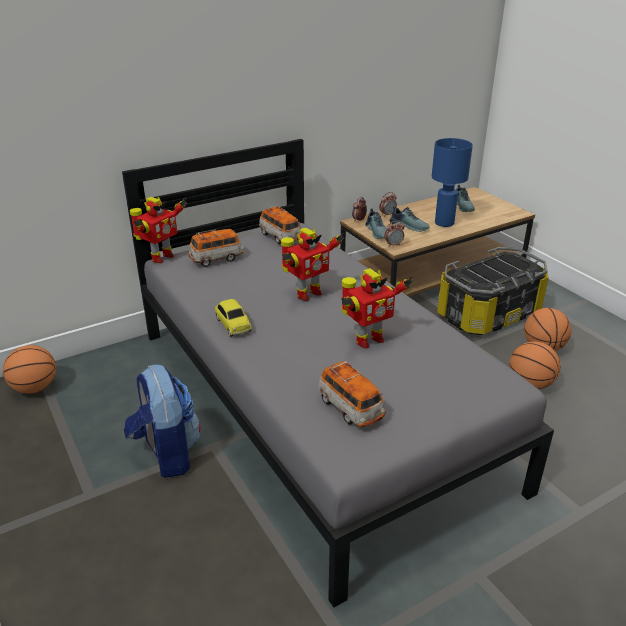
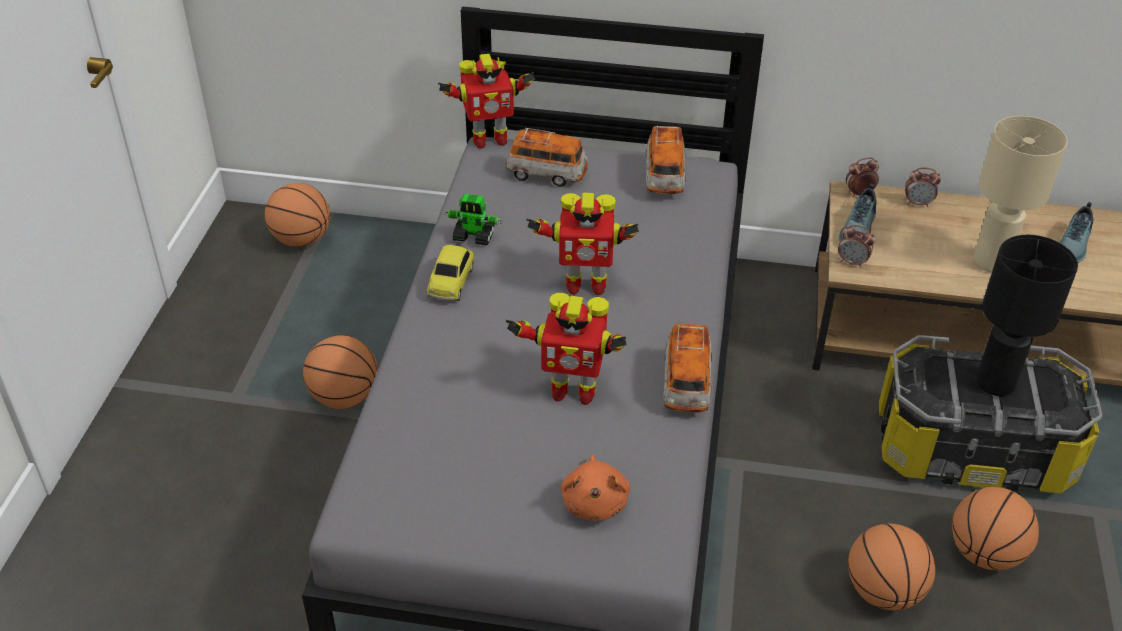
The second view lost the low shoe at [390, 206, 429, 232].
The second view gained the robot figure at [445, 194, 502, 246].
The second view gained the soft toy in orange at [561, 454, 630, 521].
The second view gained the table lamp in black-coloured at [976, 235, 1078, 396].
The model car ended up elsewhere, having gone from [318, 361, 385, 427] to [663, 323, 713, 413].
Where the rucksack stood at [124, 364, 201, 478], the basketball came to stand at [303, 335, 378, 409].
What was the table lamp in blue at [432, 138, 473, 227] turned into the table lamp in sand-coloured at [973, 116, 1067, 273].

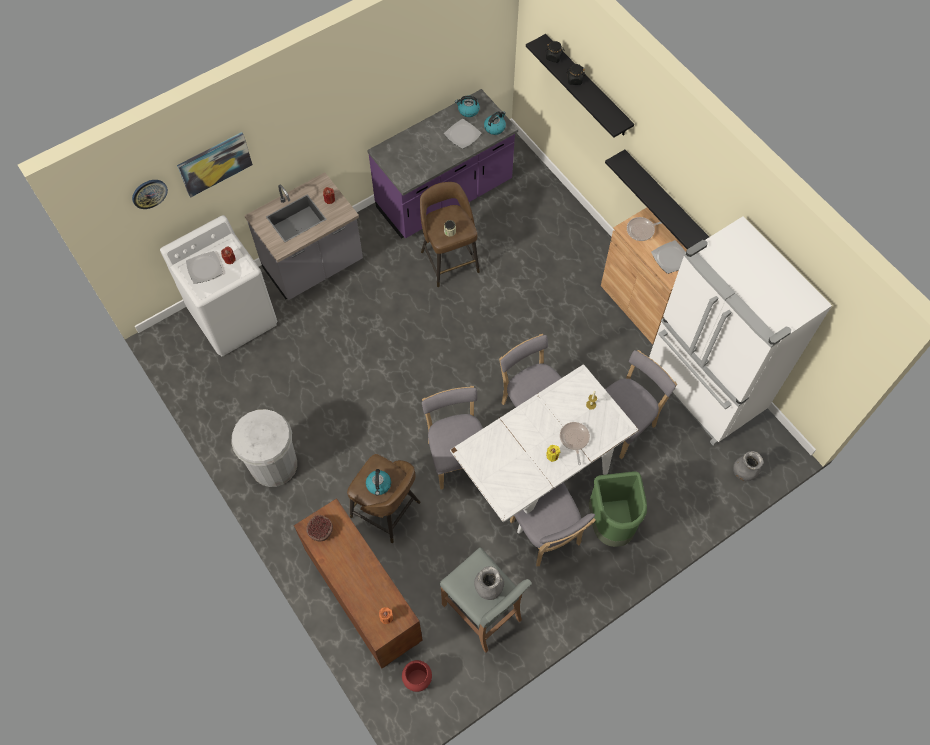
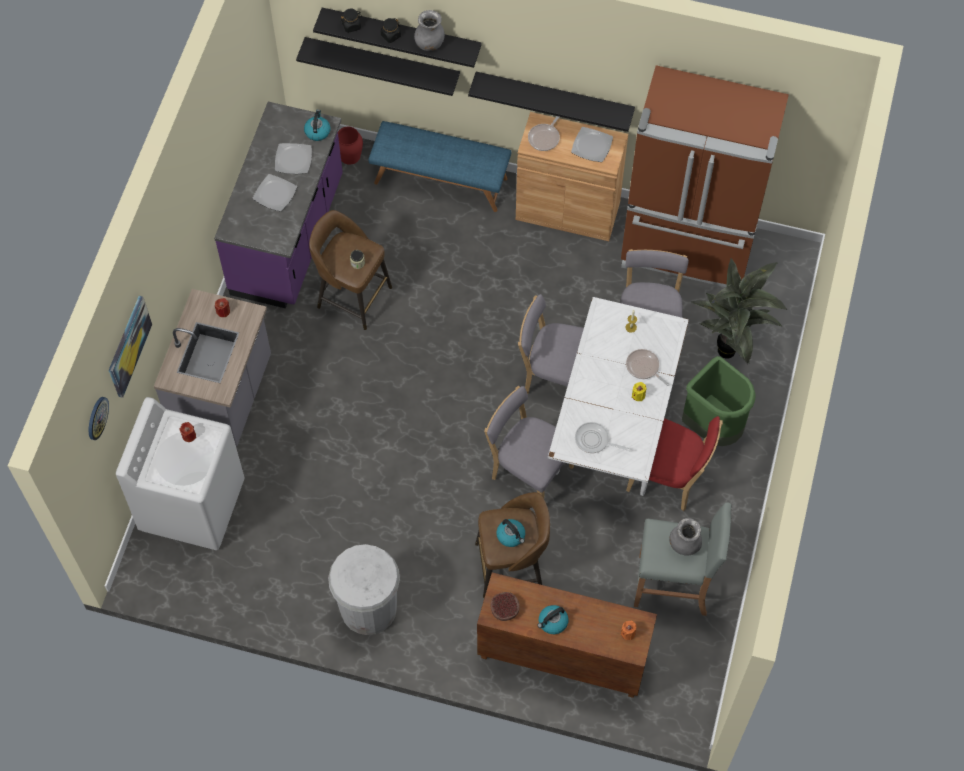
The second view gained the shelf in black-coloured at [296, 37, 460, 96].
The second view gained the bench in blue at [368, 121, 512, 212].
The second view gained the skillet at [575, 422, 632, 453].
The second view gained the houseplant at [690, 258, 787, 364].
The flat dish ended up elsewhere, having gone from [186, 251, 223, 284] to [252, 174, 297, 212].
The flower vase in red-coloured ended up elsewhere, having gone from [402, 660, 432, 692] to [338, 127, 363, 165].
The water kettle ended up elsewhere, having gone from [455, 96, 480, 117] to [537, 605, 569, 634].
The flower vase in grey ended up elsewhere, having gone from [733, 451, 764, 481] to [414, 10, 445, 51].
What was the plain chair in grey at [510, 482, 596, 567] turned into the plain chair in red-coloured at [626, 416, 723, 511].
What was the fridge in whitish at [649, 216, 832, 446] turned into the fridge in brown-coloured at [621, 65, 789, 287].

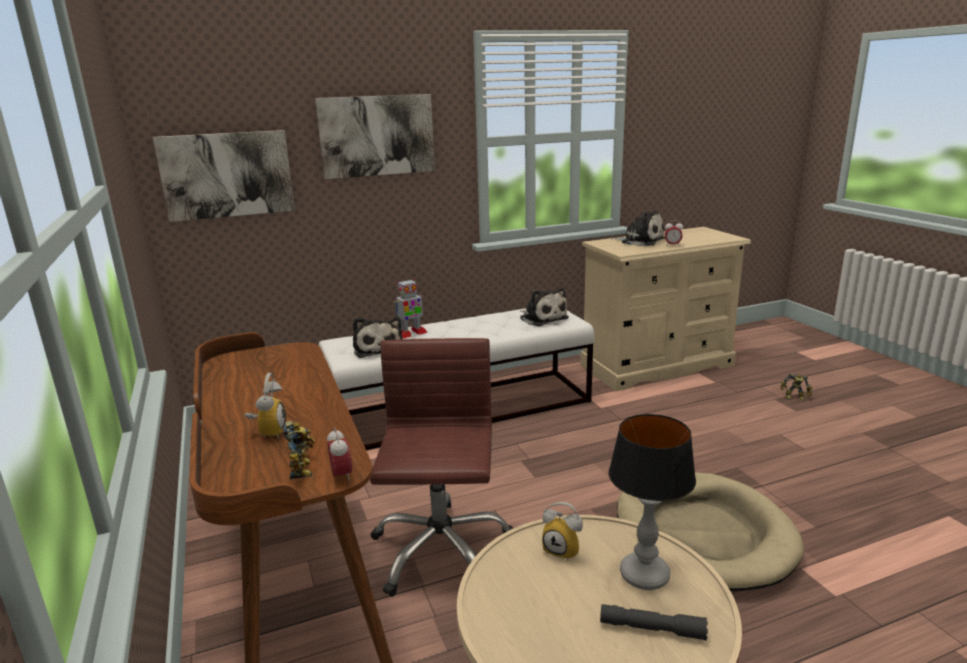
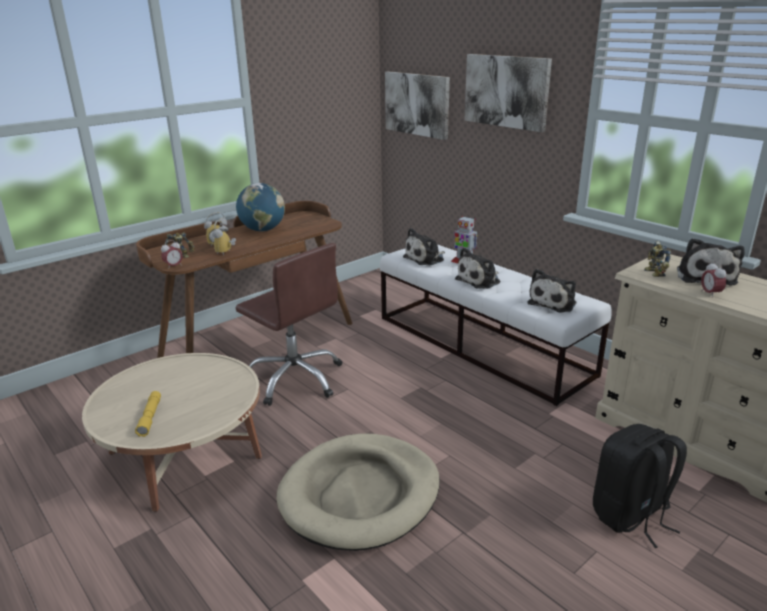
The second view lost the table lamp at [609, 414, 696, 590].
The second view gained the globe at [236, 183, 285, 231].
The second view gained the soft toy at [455, 247, 500, 289].
The second view gained the rucksack in black-coloured at [593, 424, 687, 548].
The table clock ended up elsewhere, having gone from [542, 502, 583, 561] to [212, 220, 236, 255].
The robot figure ended up elsewhere, having gone from [780, 373, 812, 400] to [644, 241, 671, 277].
What was the flashlight in grey at [600, 604, 708, 641] turned into the flashlight in yellow-coloured at [135, 391, 161, 437].
The desk chair in brown-coloured at [370, 338, 513, 597] ended up facing another way, 60 degrees clockwise from before.

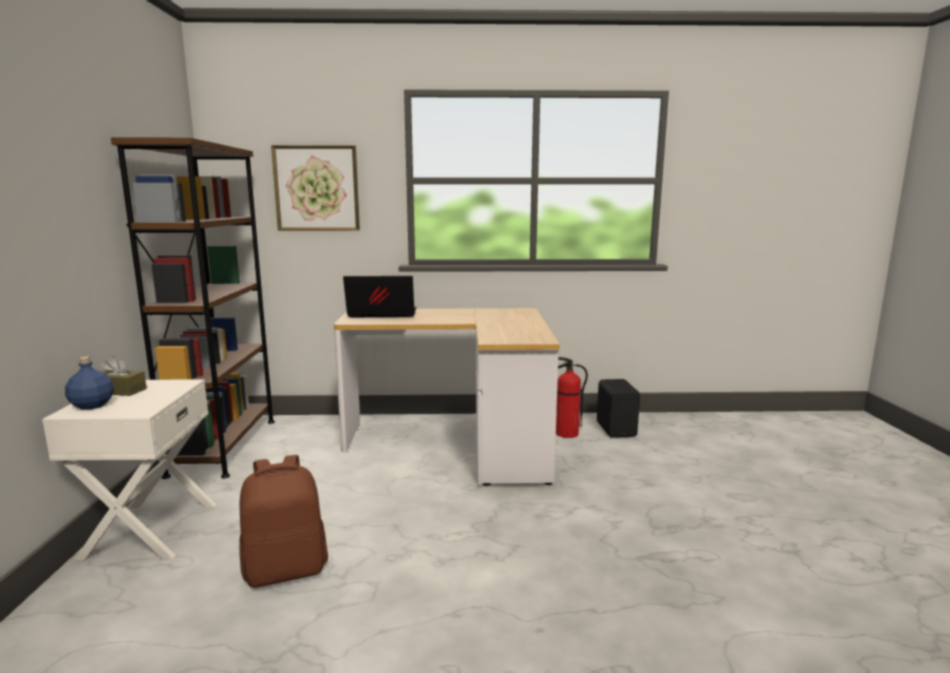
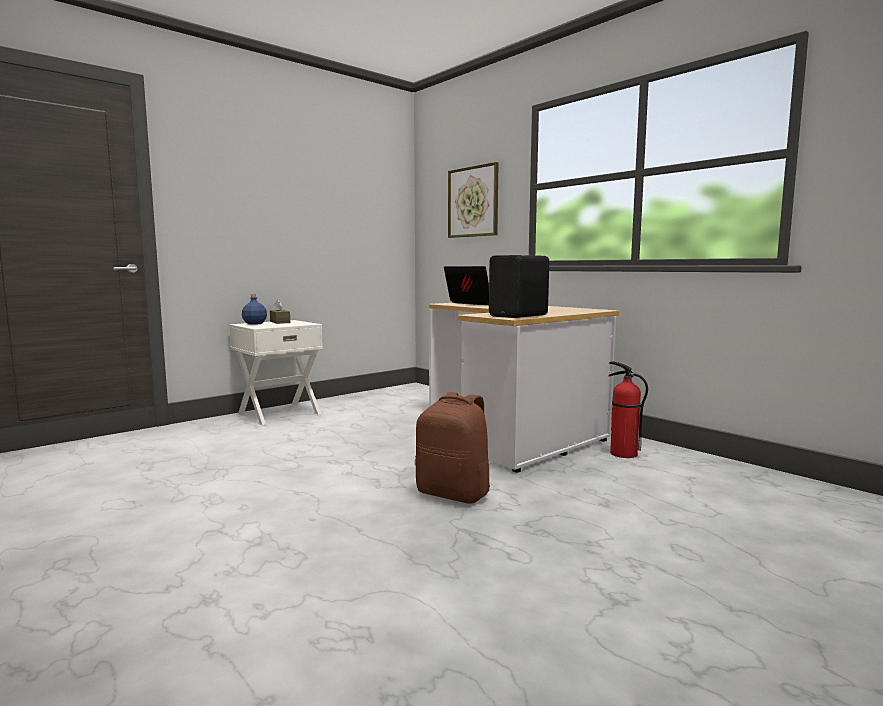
The second view lost the shelving unit in brown-coloured at [111, 137, 275, 479].
The rucksack in brown-coloured ended up elsewhere, having gone from [239, 455, 328, 588] to [415, 392, 490, 504].
The loudspeaker in black-coloured ended up elsewhere, having gone from [597, 379, 640, 438] to [489, 255, 549, 318].

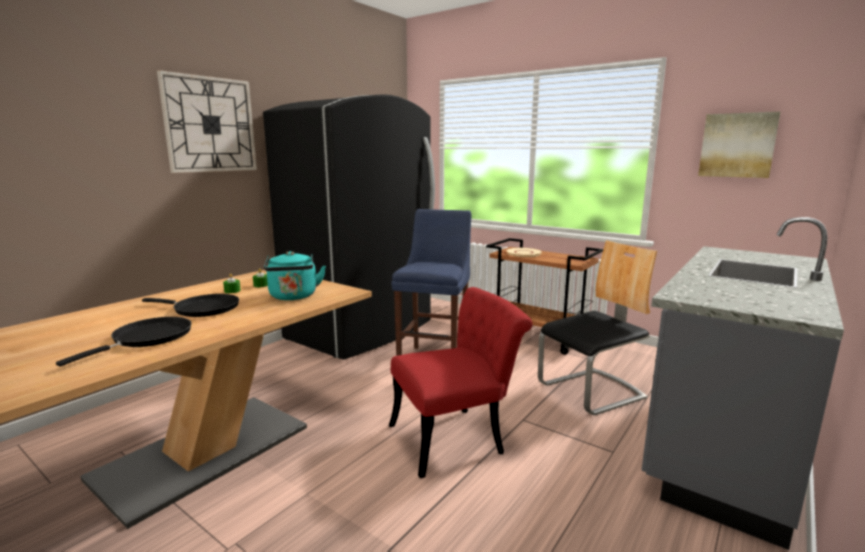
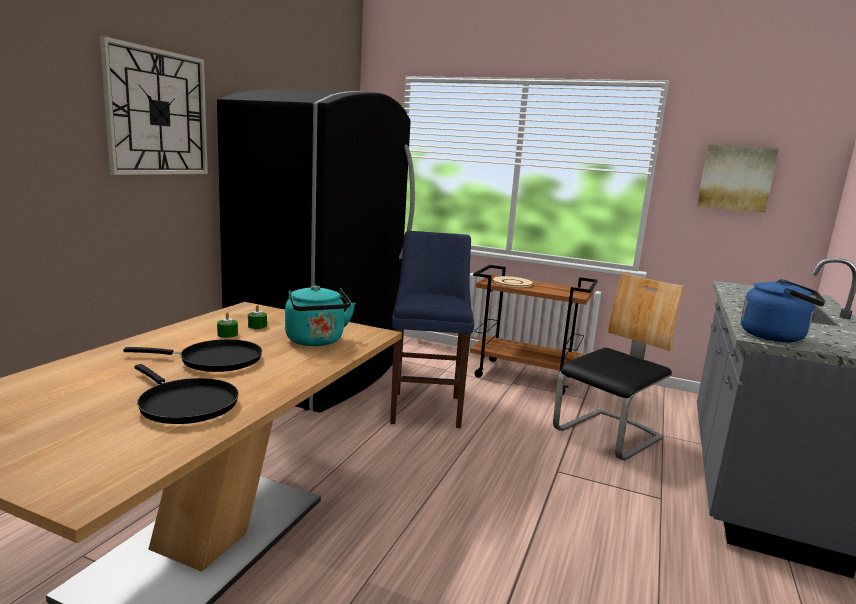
The second view lost the plain chair in red-coloured at [389, 287, 533, 478].
The second view gained the water kettle in blue at [741, 279, 826, 342].
The skillet in black-coloured at [56, 317, 192, 366] ended up facing another way, 120 degrees clockwise from before.

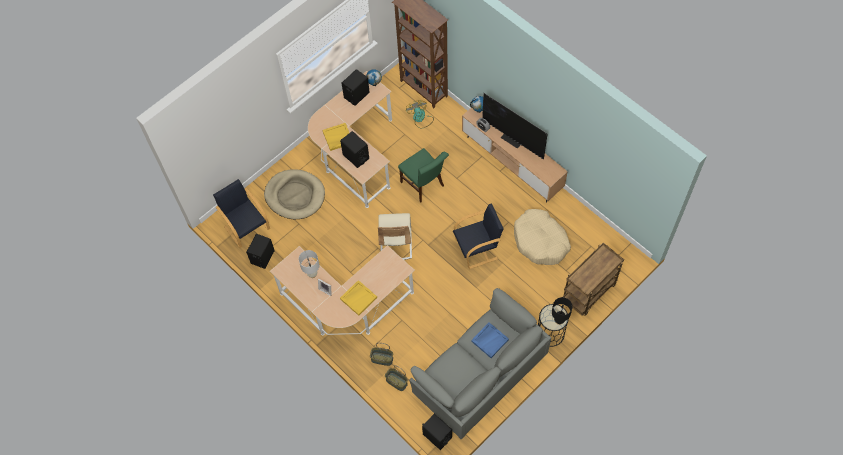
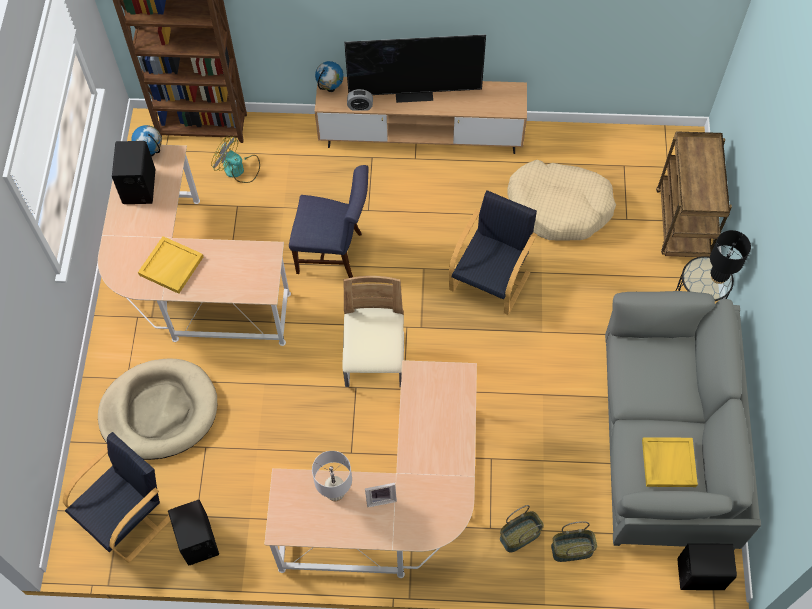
The second view lost the loudspeaker in black-coloured at [340, 131, 369, 168].
The second view lost the tray in blue at [471, 322, 509, 358].
The tray in yellow-coloured ended up elsewhere, having gone from [340, 280, 377, 316] to [642, 437, 698, 487].
What was the plain chair in green-coloured at [398, 148, 449, 203] turned into the plain chair in blue at [289, 165, 368, 278].
The lounge chair in black-coloured at [213, 179, 270, 248] ended up facing another way, 120 degrees clockwise from before.
The plain chair in sand-coloured at [378, 213, 412, 260] ended up facing another way, 135 degrees counterclockwise from before.

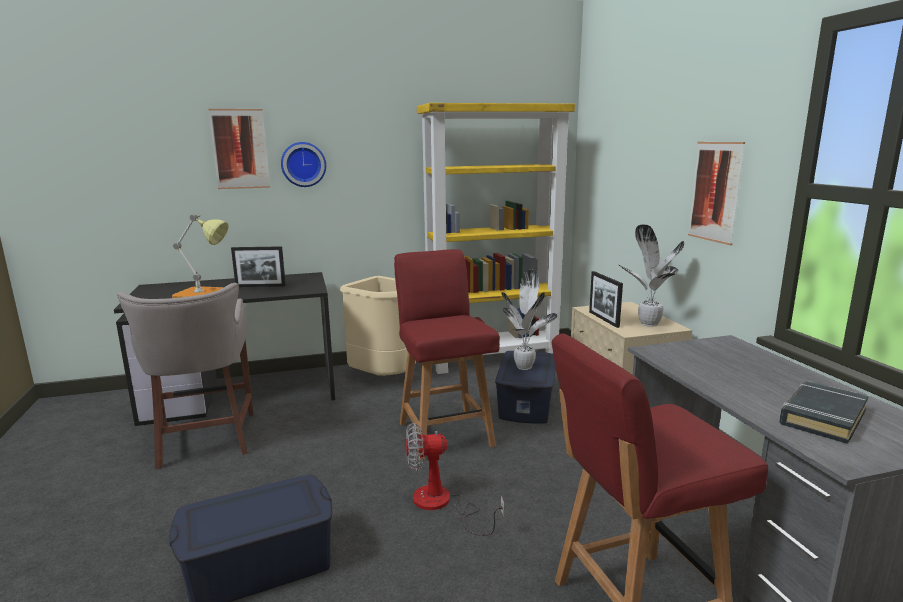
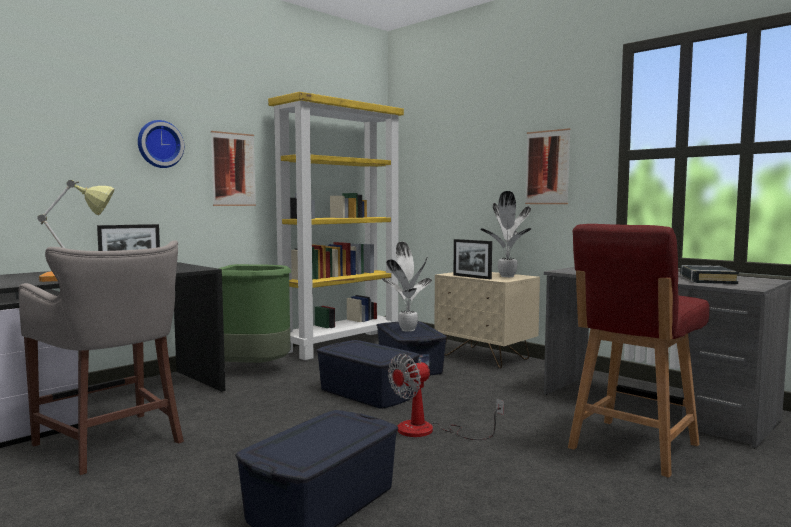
The picture ended up elsewhere, having gone from [208, 109, 270, 189] to [211, 131, 256, 206].
Where the plain chair in red-coloured stood at [394, 249, 500, 461], the storage box in blue came to stand at [316, 340, 420, 409].
What was the rubbish bin in sand-coloured at [340, 276, 416, 379] turned into the rubbish bin in green-coloured at [218, 264, 291, 363].

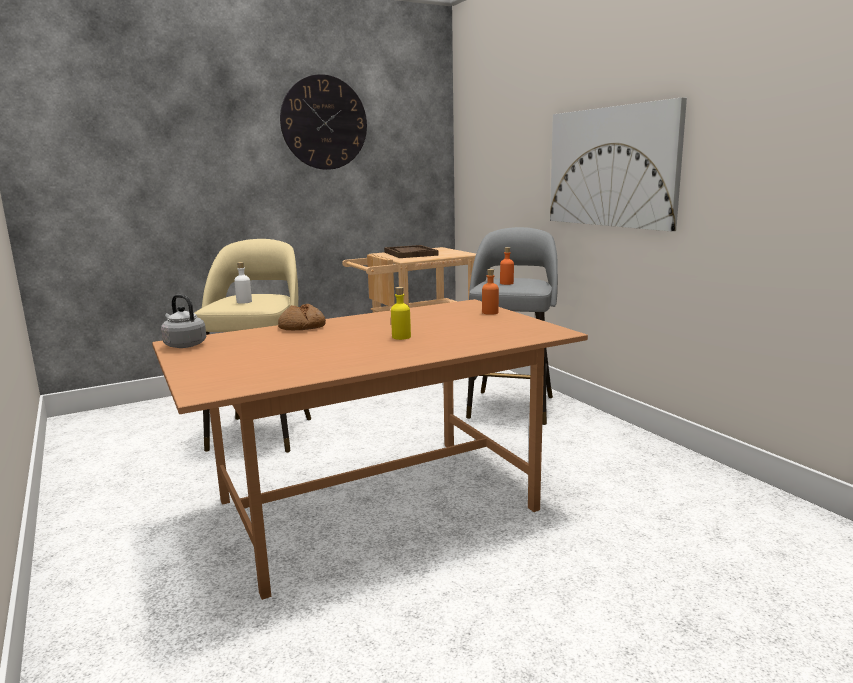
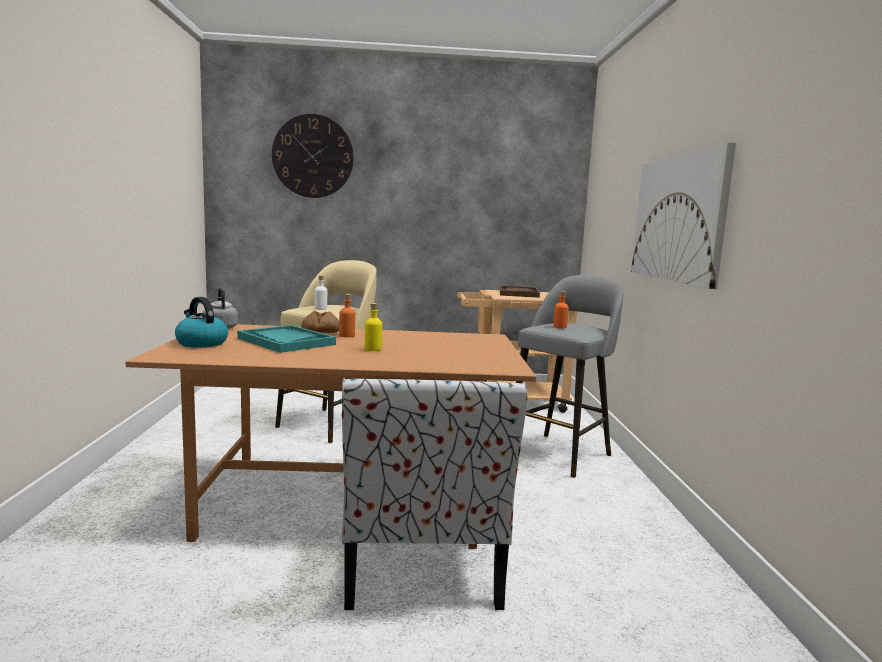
The second view gained the water kettle at [175, 297, 228, 348].
The second view gained the tray in turquoise at [237, 325, 336, 353].
The second view gained the plain chair at [342, 378, 528, 610].
The clock on the wall ended up elsewhere, having gone from [280, 74, 367, 170] to [272, 114, 354, 198].
The beverage bottle in orange ended up elsewhere, having gone from [482, 269, 499, 315] to [339, 294, 355, 337].

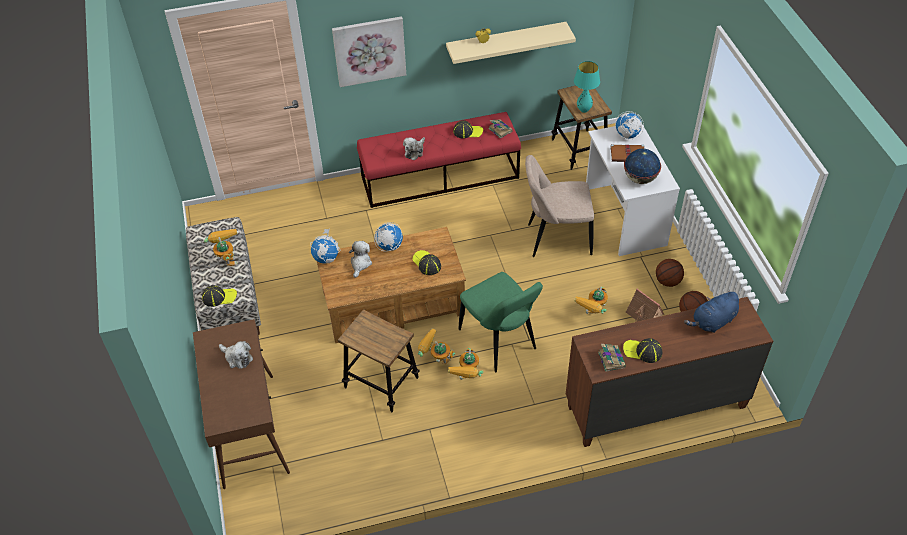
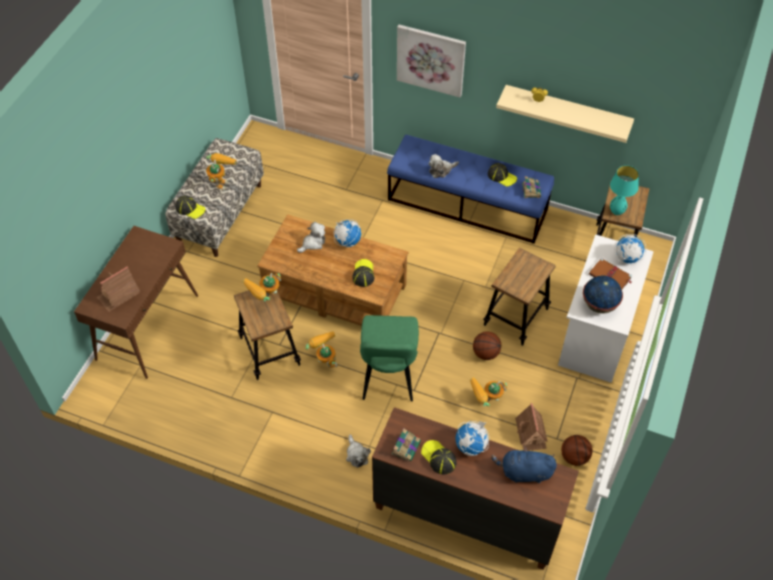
The second view gained the miniature house at [97, 266, 140, 312].
The soft toy ended up elsewhere, having gone from [219, 341, 253, 369] to [346, 434, 371, 468].
The globe ended up elsewhere, having gone from [310, 229, 340, 263] to [455, 421, 489, 456].
The robot figure ended up elsewhere, having gone from [448, 348, 483, 380] to [243, 273, 281, 302].
The basketball ended up elsewhere, having gone from [656, 259, 684, 287] to [473, 331, 501, 360].
Where the plain chair in sand-coloured stood at [525, 155, 594, 257], the stool came to stand at [483, 247, 556, 346].
What was the bench in red-coloured at [357, 112, 521, 208] turned into the bench in blue at [387, 135, 554, 244].

